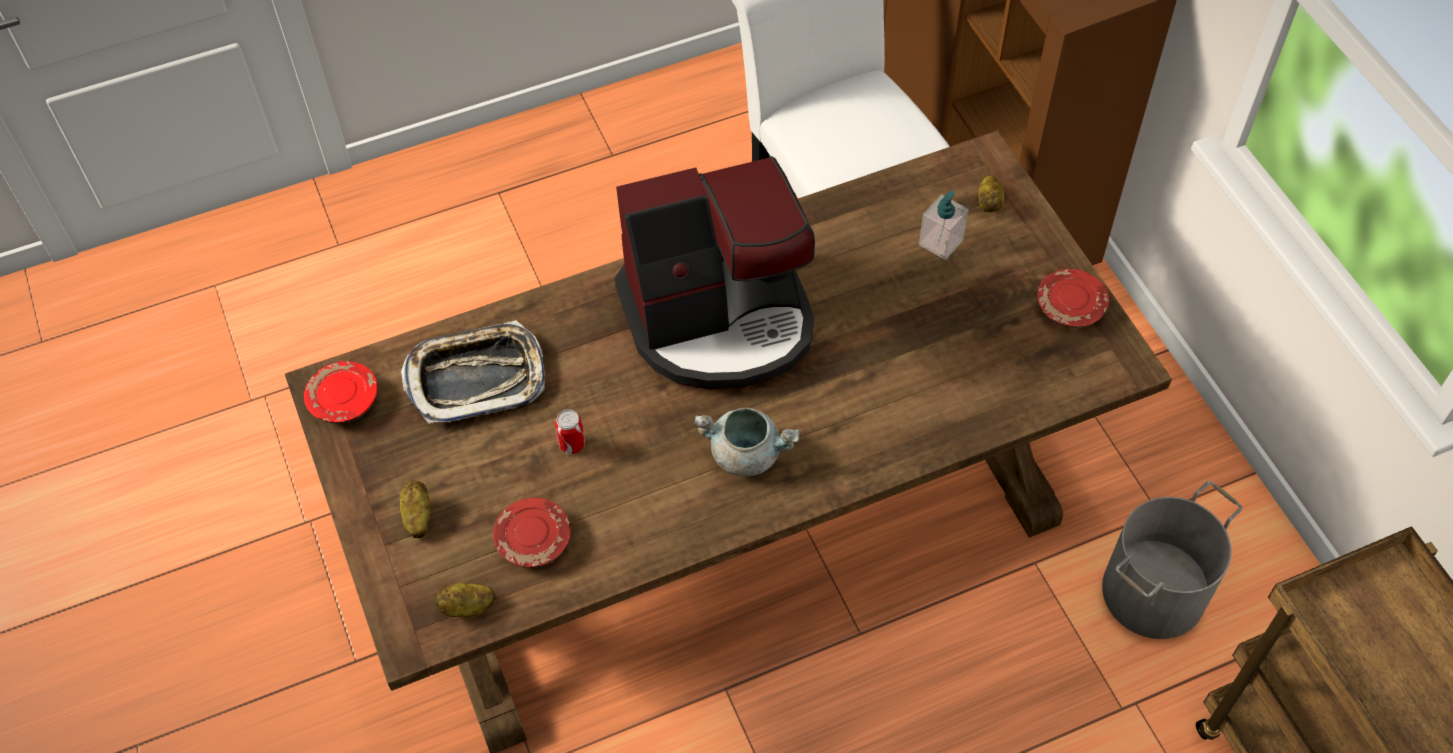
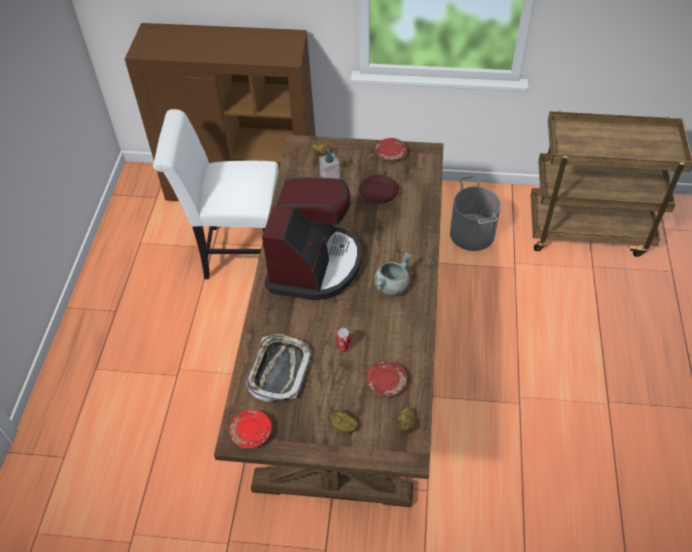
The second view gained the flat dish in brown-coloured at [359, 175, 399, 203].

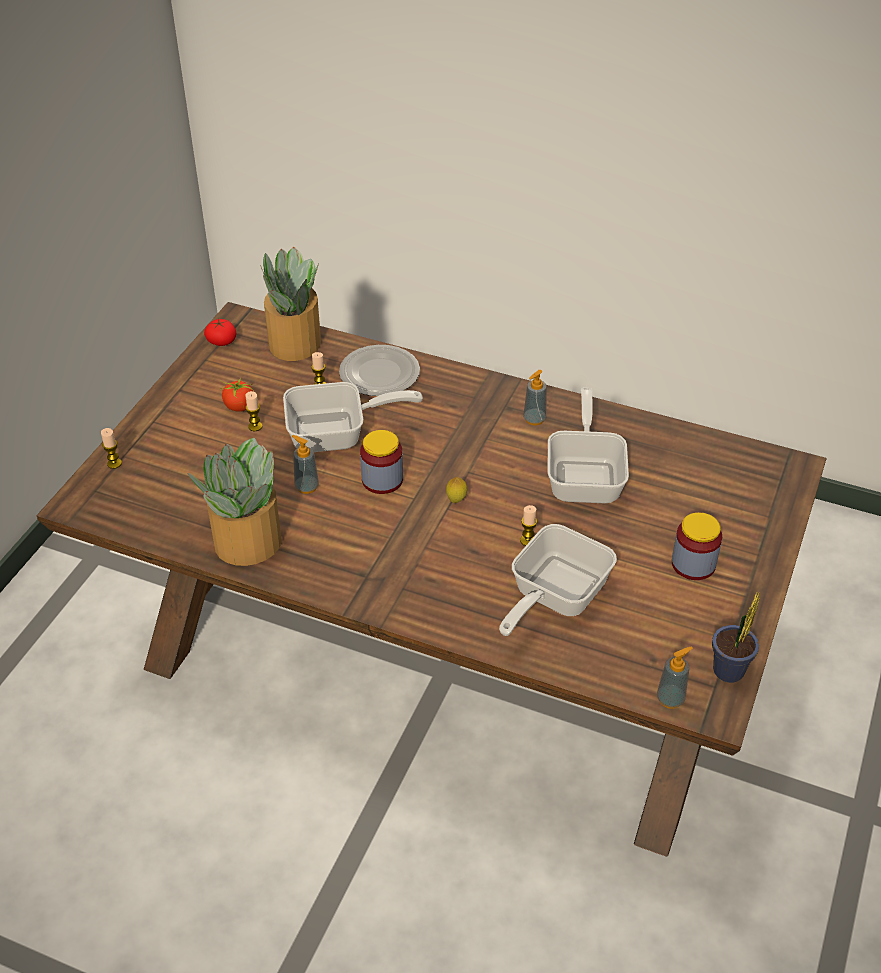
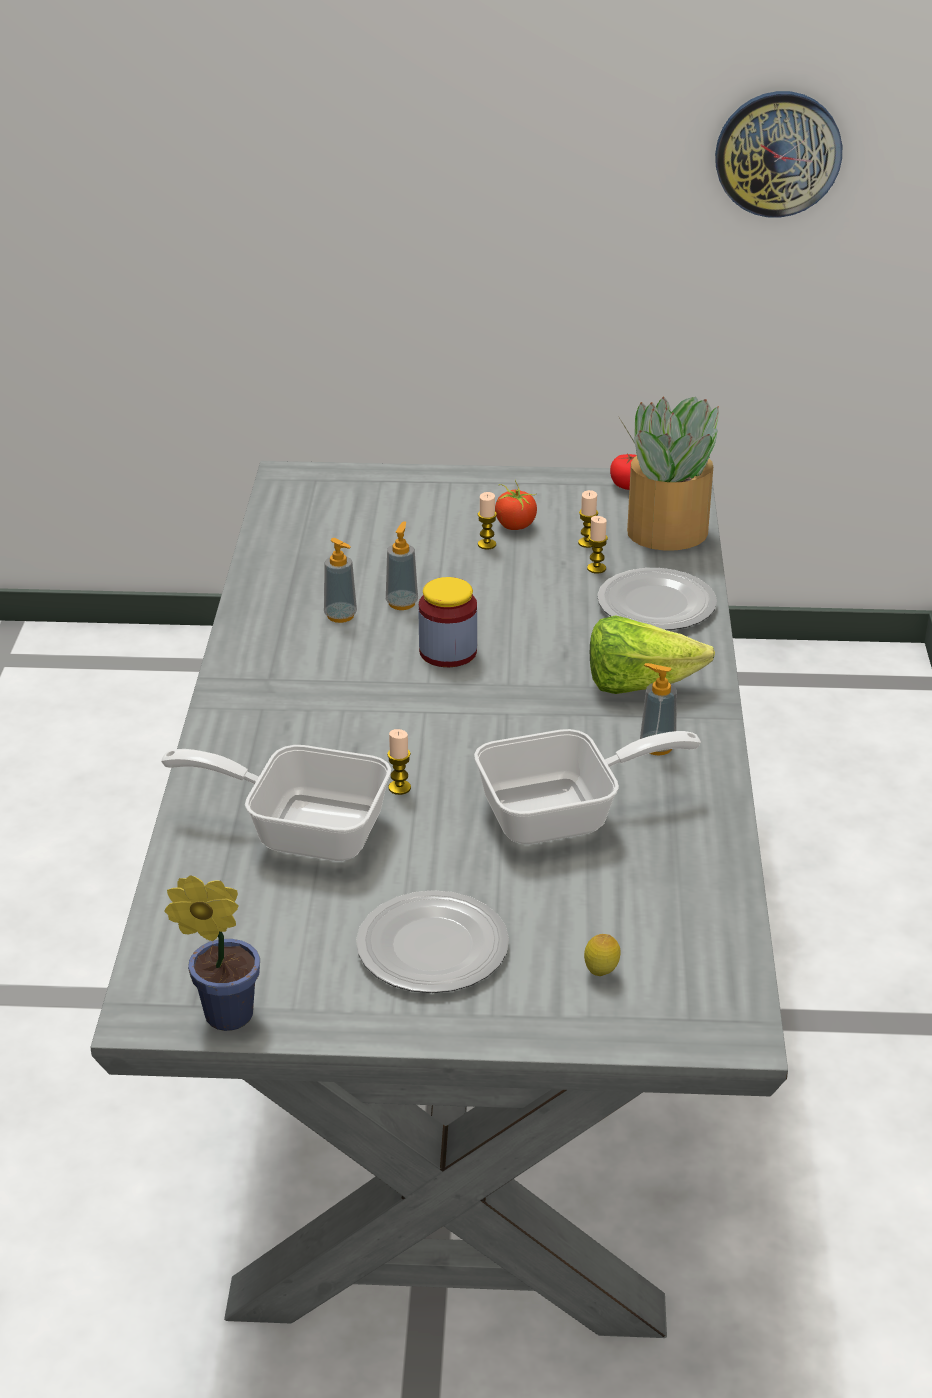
The second view lost the houseplant at [187, 438, 282, 566].
The second view lost the skillet at [283, 382, 423, 452].
The second view gained the head of lettuce at [590, 615, 715, 694].
The second view gained the clock on the wall at [715, 91, 842, 218].
The candle ended up elsewhere, having gone from [101, 428, 122, 469] to [578, 490, 598, 548].
The whole lemon ended up elsewhere, having gone from [446, 477, 467, 503] to [584, 934, 621, 976].
The soap bottle ended up elsewhere, having gone from [657, 647, 693, 709] to [324, 538, 357, 623].
Where the storage jar stood at [672, 512, 722, 580], the flat dish came to stand at [356, 890, 509, 993].
What was the dinner table in brown-coloured at [37, 302, 827, 857] turned into the dinner table in grey at [90, 461, 788, 1338].

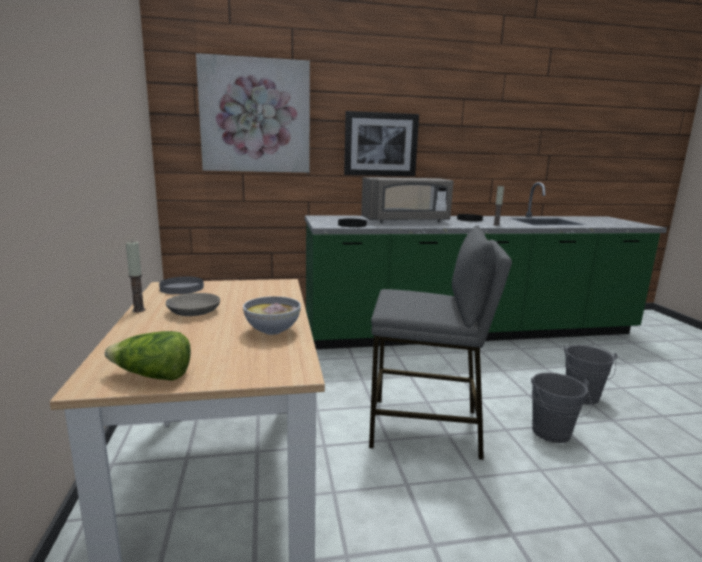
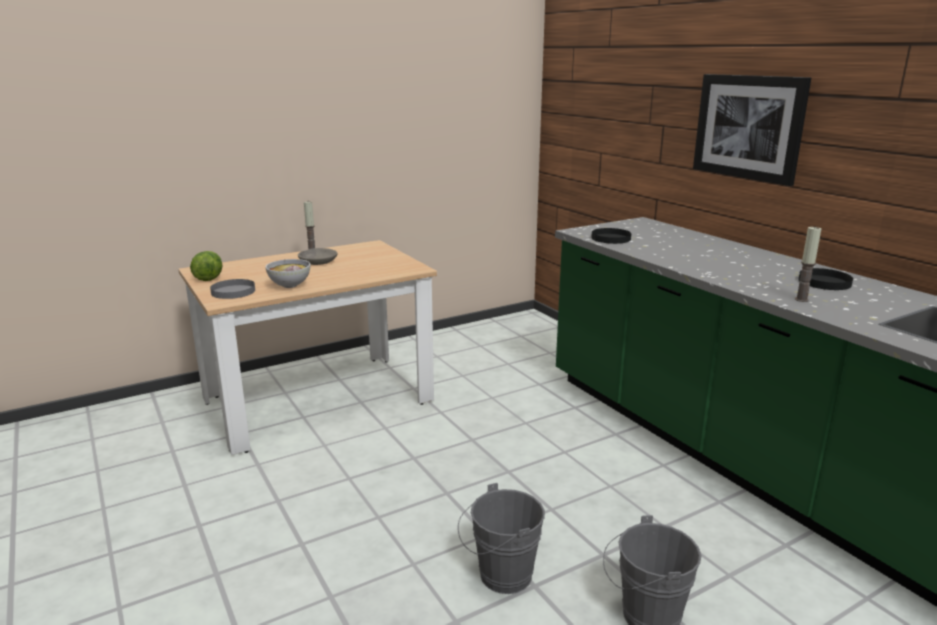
The second view lost the picture at [196, 53, 310, 173].
The second view lost the microwave in grey at [361, 177, 454, 223].
The second view lost the stool in grey at [369, 225, 512, 460].
The flat dish in grey ended up elsewhere, having gone from [159, 276, 204, 294] to [210, 279, 255, 299].

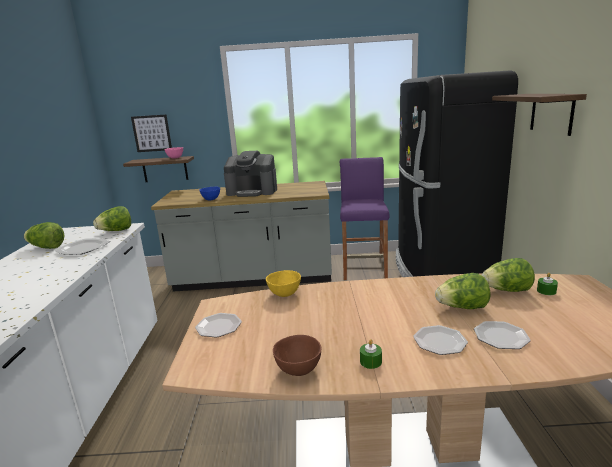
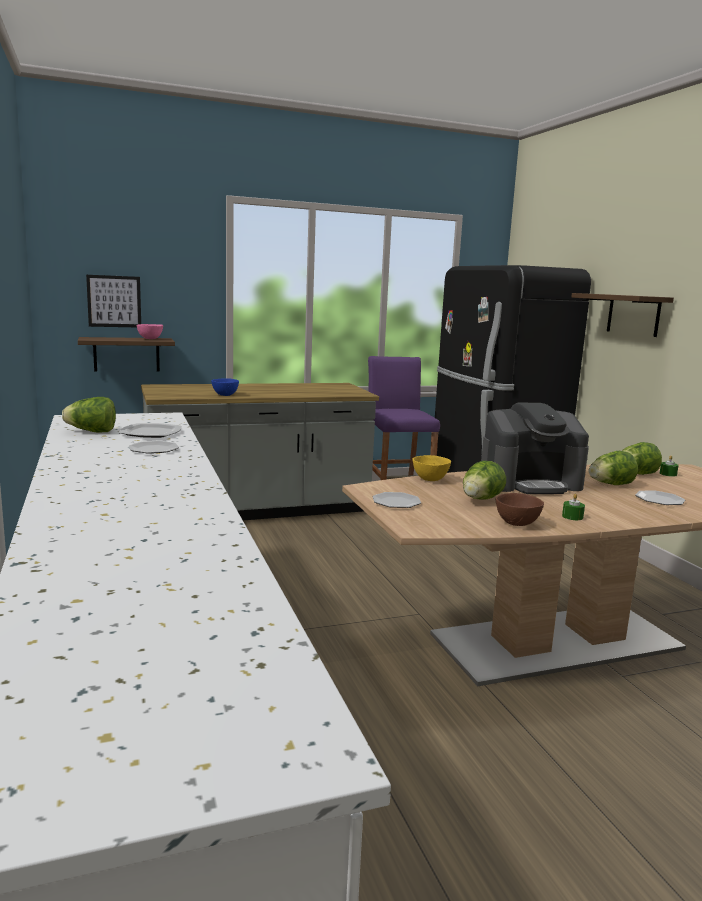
The head of lettuce ended up elsewhere, having gone from [93, 206, 131, 231] to [463, 461, 506, 500].
The coffee maker ended up elsewhere, having gone from [224, 151, 277, 197] to [481, 402, 589, 494].
The flat dish ended up elsewhere, having gone from [413, 325, 468, 355] to [129, 441, 179, 454].

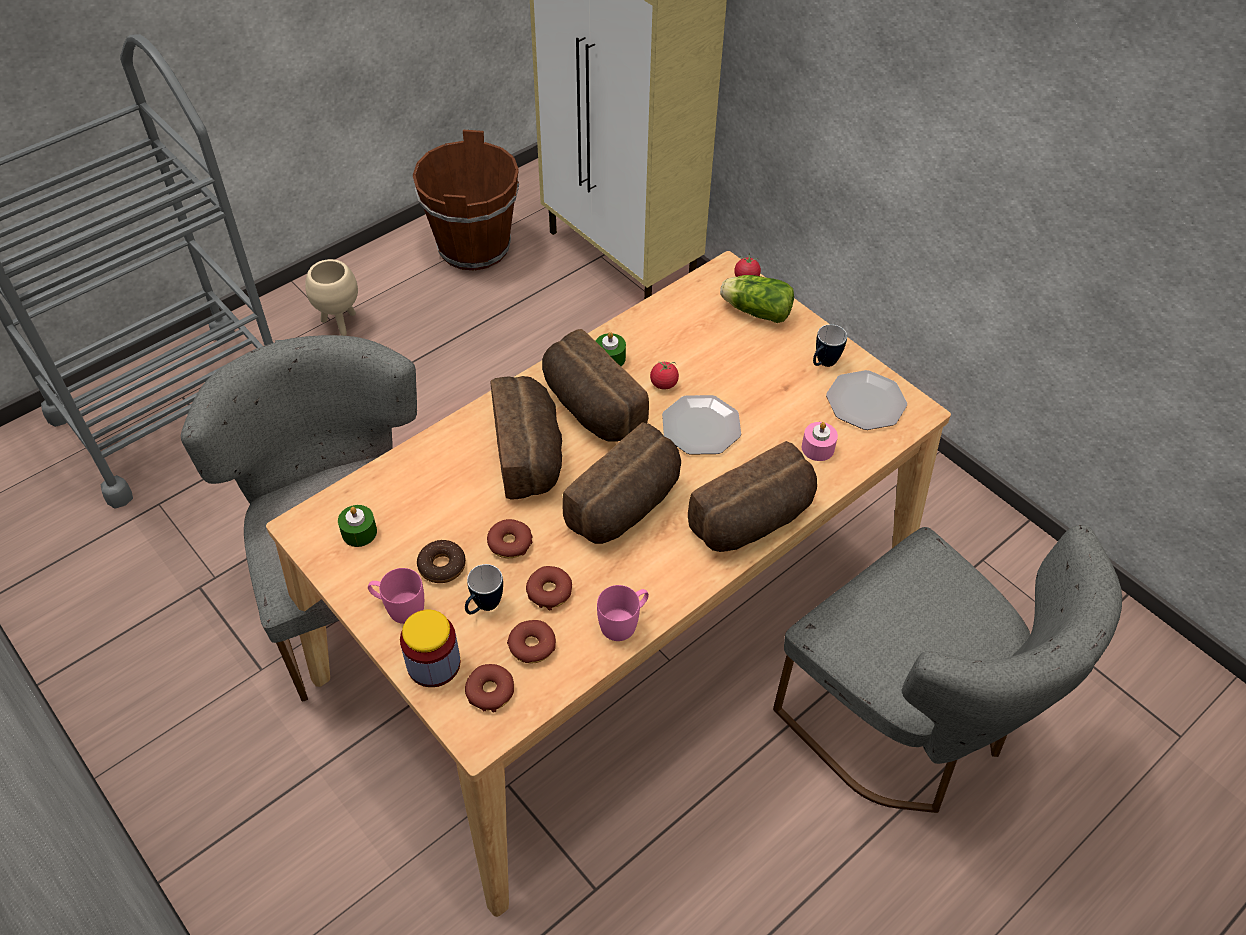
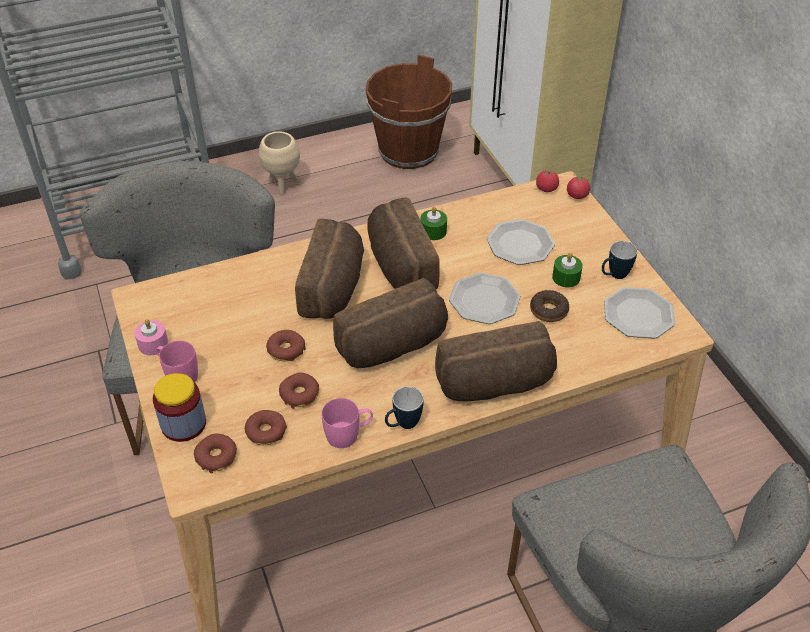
The second view lost the head of lettuce at [720, 275, 794, 323].
The second view gained the flat dish at [487, 219, 555, 265].
The candle in green-coloured ended up elsewhere, having gone from [338, 505, 377, 547] to [552, 253, 583, 288].
The donut ended up elsewhere, having gone from [417, 540, 466, 583] to [530, 290, 569, 322].
The mug ended up elsewhere, having gone from [465, 564, 503, 614] to [385, 387, 424, 429].
The whole tomato ended up elsewhere, having gone from [650, 362, 679, 390] to [536, 168, 559, 192].
The candle in pink ended up elsewhere, having gone from [802, 422, 838, 461] to [134, 319, 168, 355].

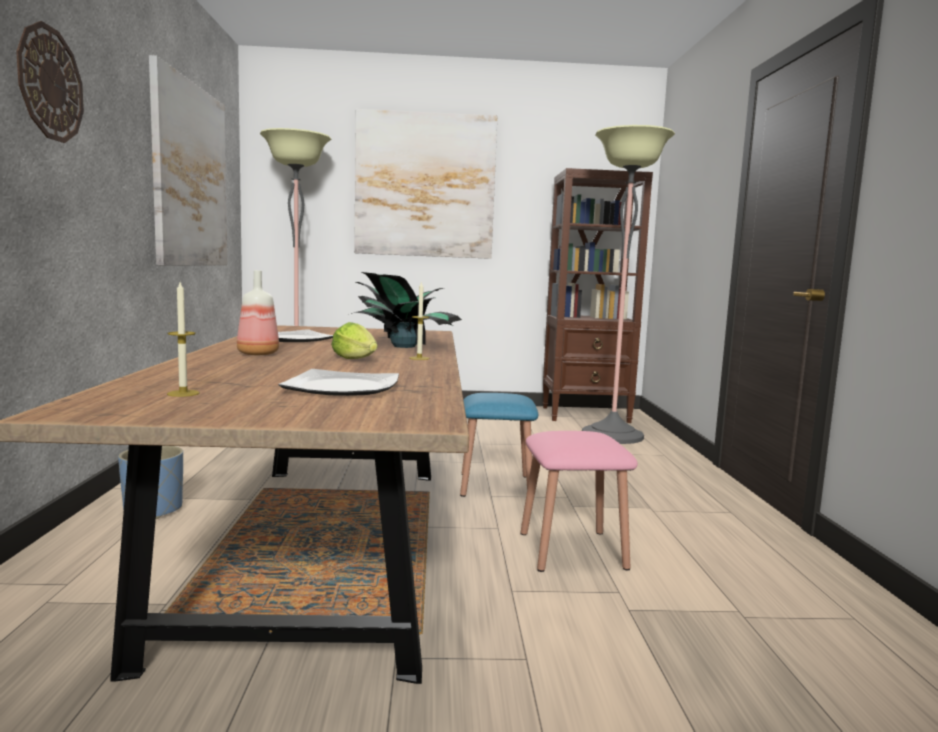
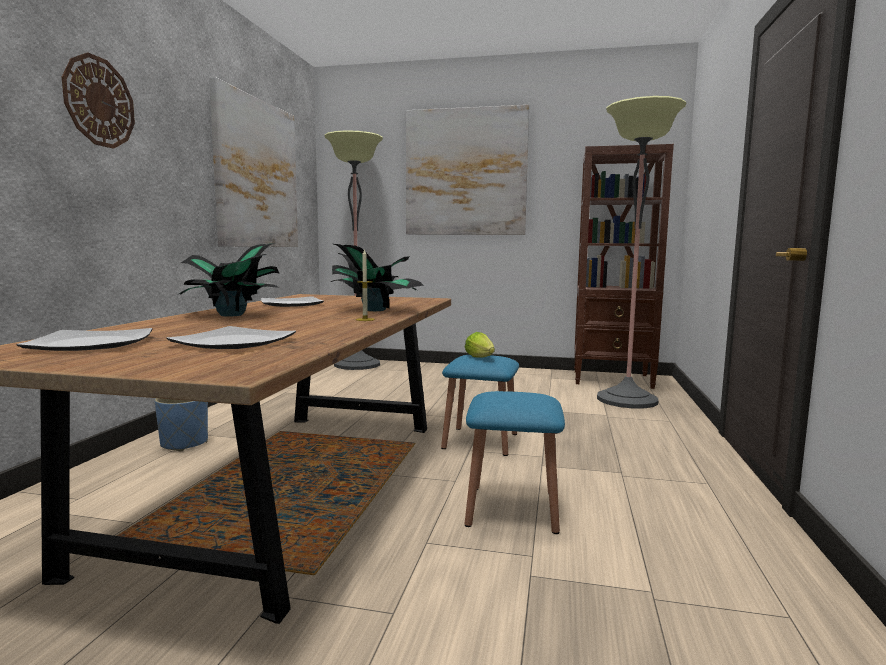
The head of lettuce ended up elsewhere, having gone from [331, 322, 378, 359] to [465, 332, 495, 358].
Where the candle stood at [167, 282, 200, 397], the flat dish came to stand at [17, 328, 152, 351].
Where the beverage bottle stood at [237, 270, 279, 355], the houseplant came to stand at [177, 243, 280, 317].
What was the stool in pink at [520, 431, 638, 572] turned into the stool in blue at [465, 391, 565, 534].

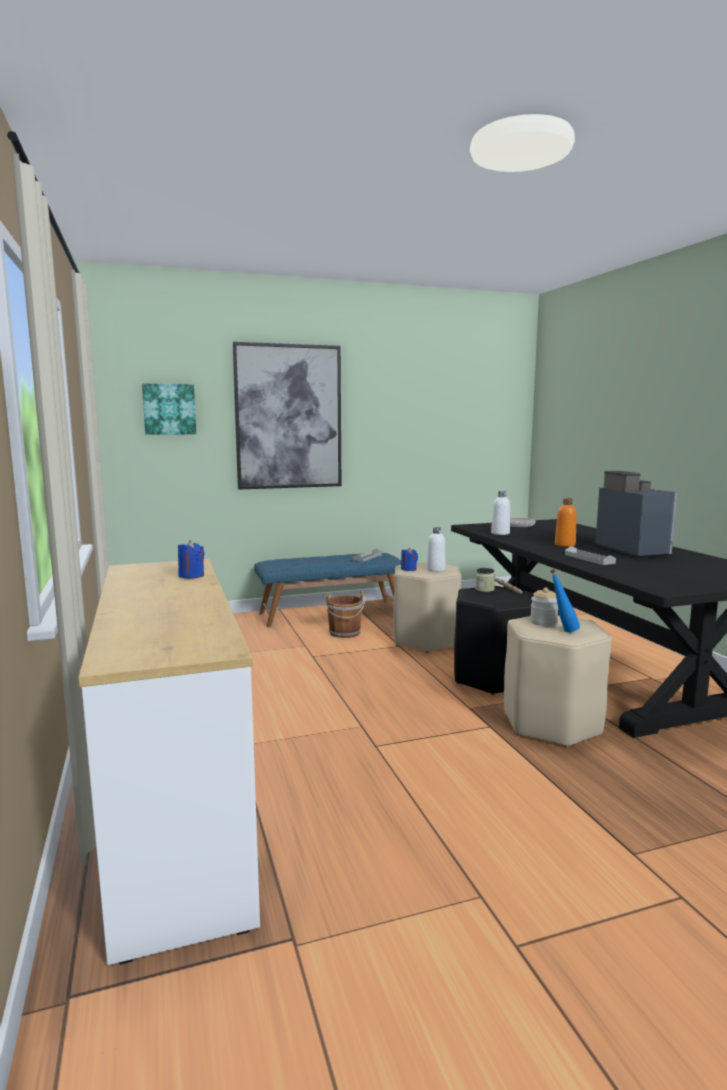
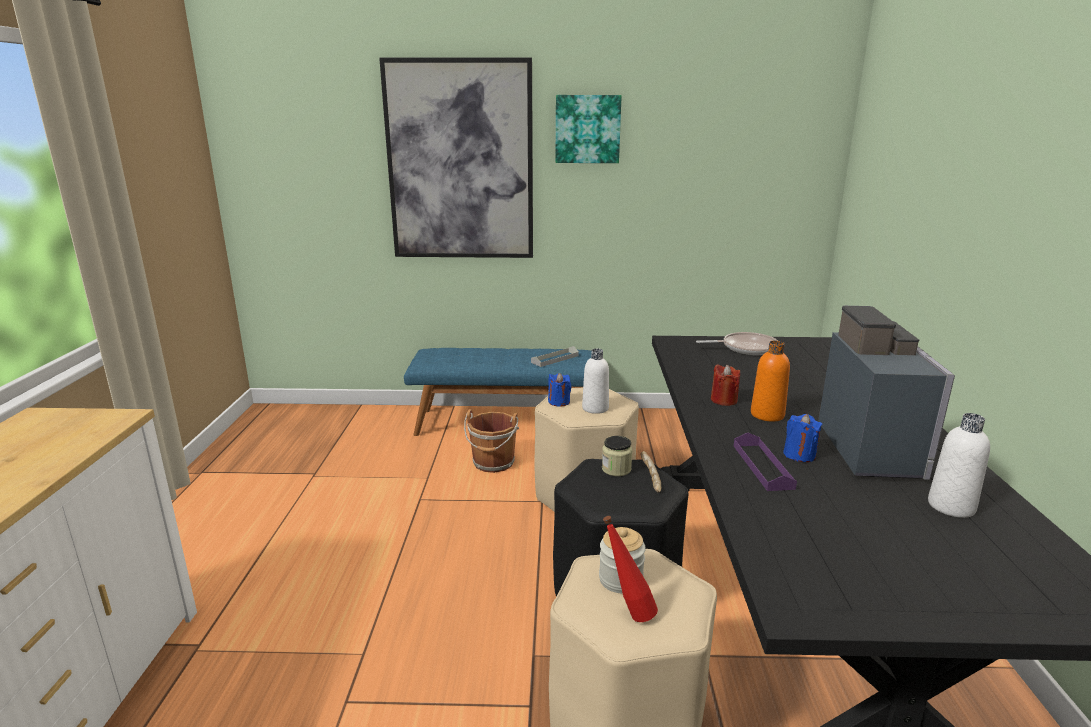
The second view gained the candle in red-coloured at [711, 364, 740, 406].
The picture ended up elsewhere, having gone from [142, 384, 196, 435] to [556, 95, 622, 163].
The candle in blue ended up elsewhere, having gone from [178, 540, 205, 579] to [783, 414, 822, 462].
The beverage bottle in whitish ended up elsewhere, having gone from [491, 491, 510, 535] to [928, 413, 990, 518].
What was the beverage bottle in blue at [550, 569, 580, 632] turned into the beverage bottle in red-coloured at [603, 516, 658, 622].
What was the tray in grey at [565, 546, 616, 565] turned into the tray in purple-coloured at [734, 433, 797, 491].

